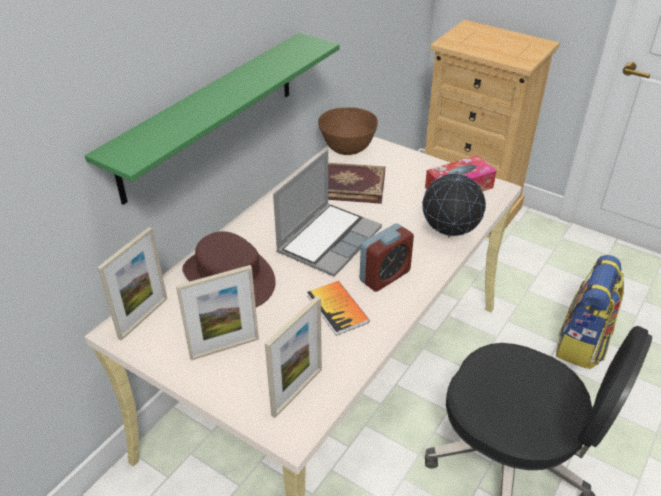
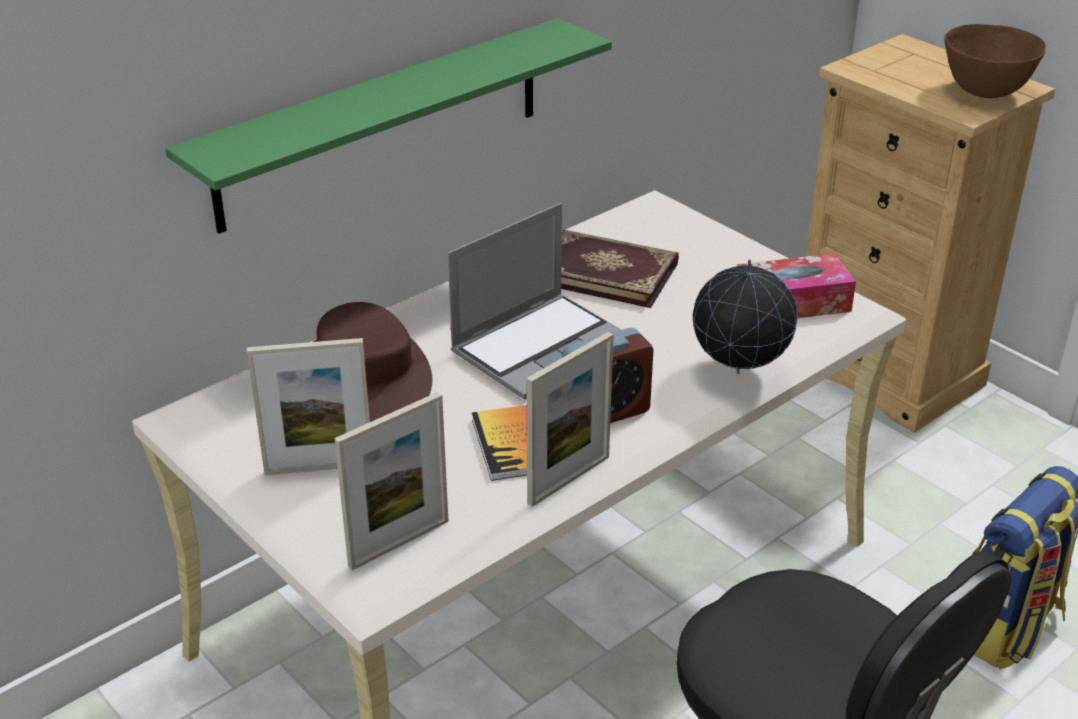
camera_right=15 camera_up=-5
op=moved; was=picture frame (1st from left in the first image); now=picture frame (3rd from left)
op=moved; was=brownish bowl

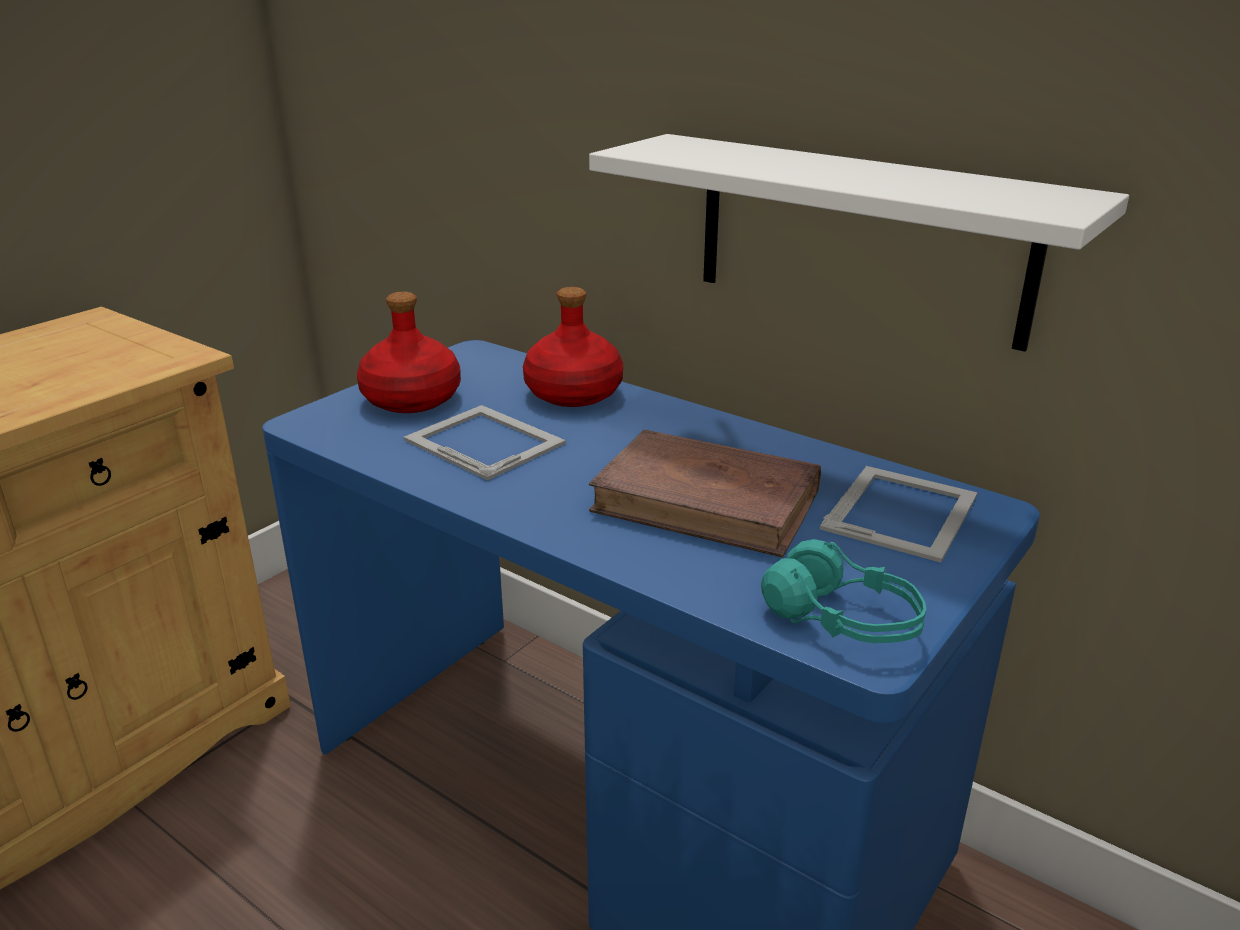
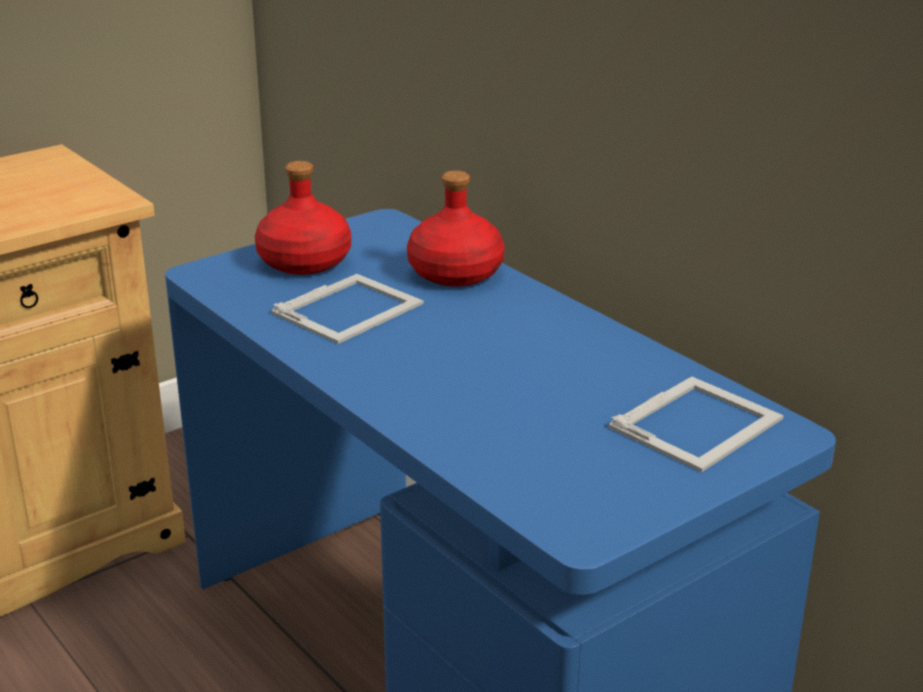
camera_right=15 camera_up=0
op=turned; was=picture frame (1st from left); clockwise=75
op=removed; was=white-coloured bracket shelf
op=removed; was=brownish volume
op=removed; was=blue-green pair of headphones

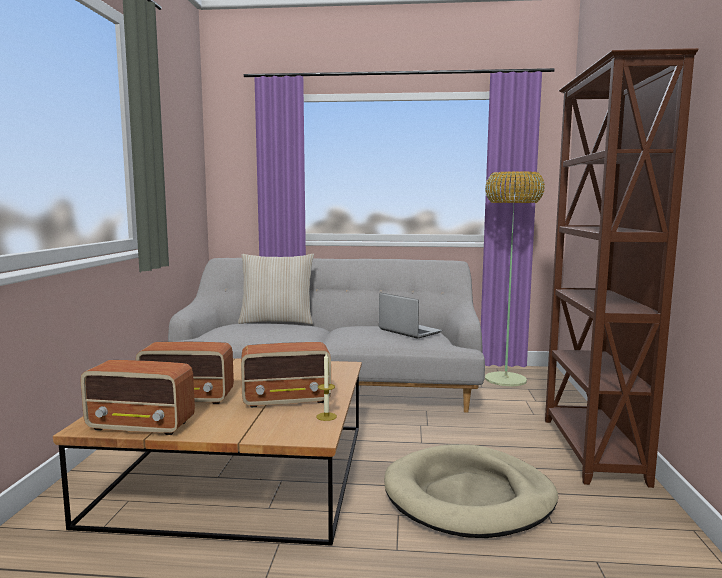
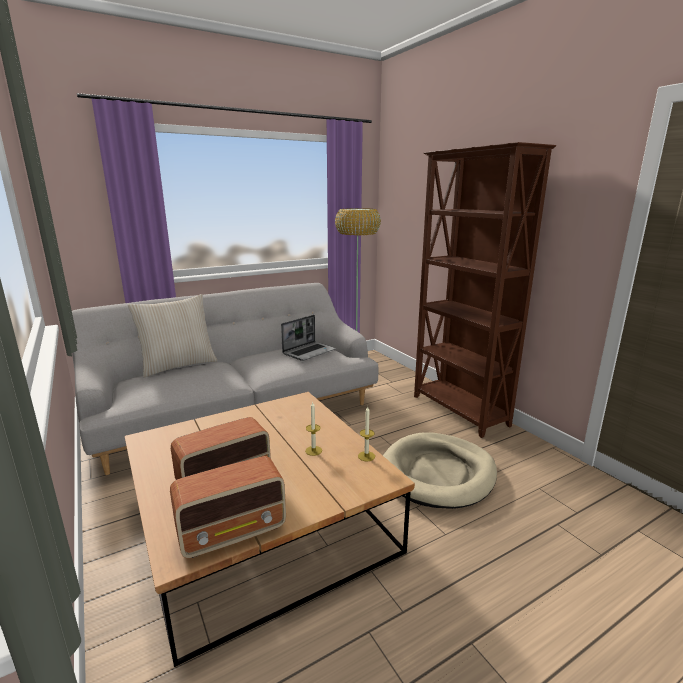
camera_right=-35 camera_up=10
op=replaced; was=radio receiver (3rd from left); now=wax candle (1st from left)
op=turned; was=portable computer; clockwise=120

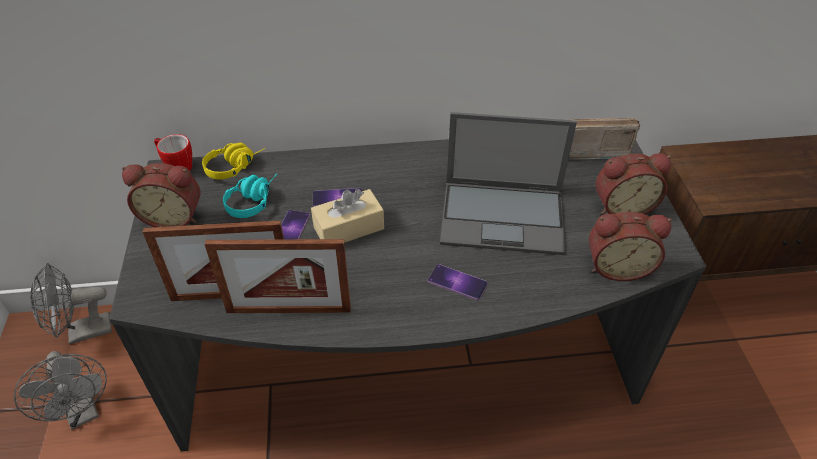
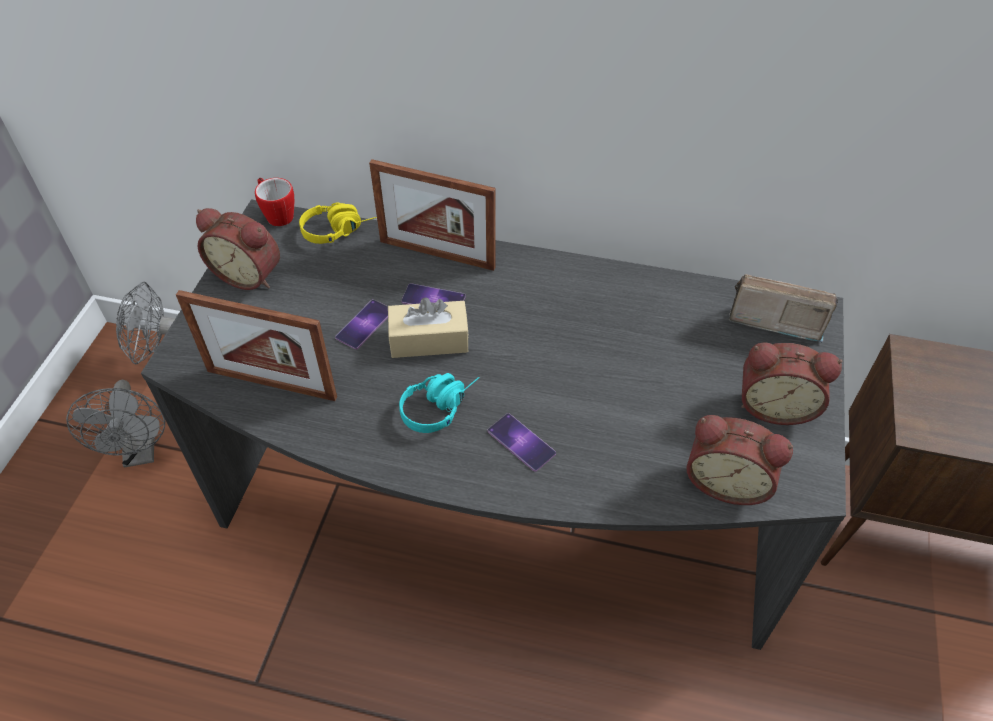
camera_right=20 camera_up=5
op=moved; was=picture frame (2nd from left)
op=moved; was=blue-green pair of headphones
op=removed; was=portable computer

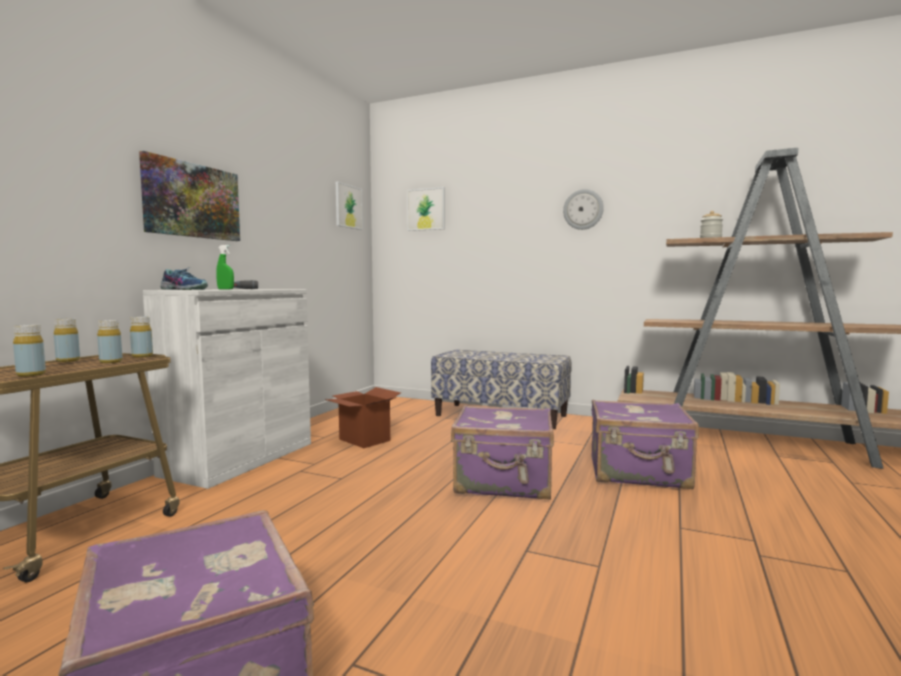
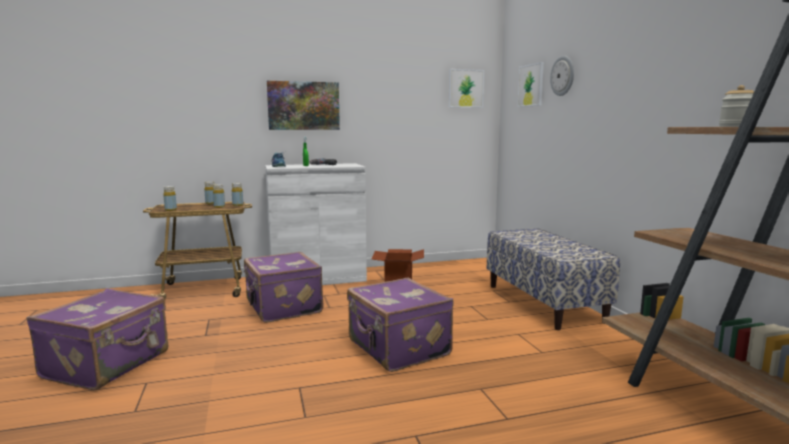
camera_right=50 camera_up=5
op=moved; was=hanging clock
op=moved; was=purple-coloured piece of luggage (3rd from left in the first image); now=purple-coloured piece of luggage (2nd from left)

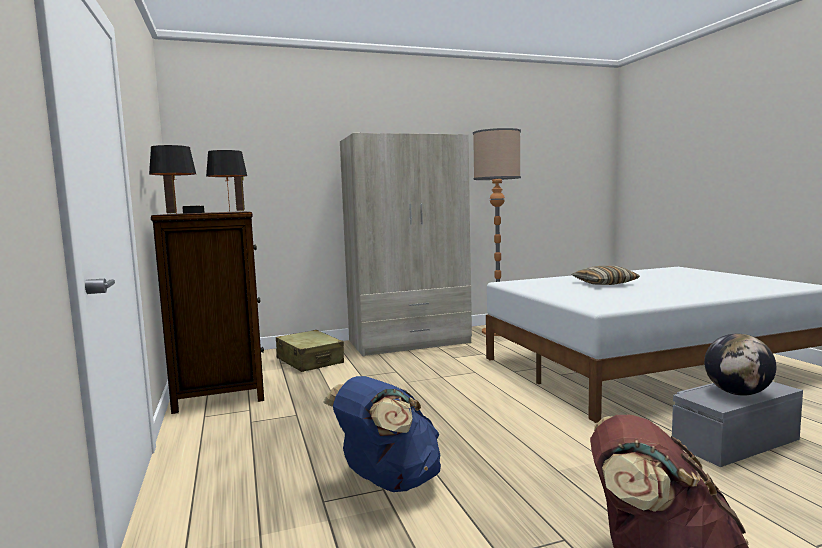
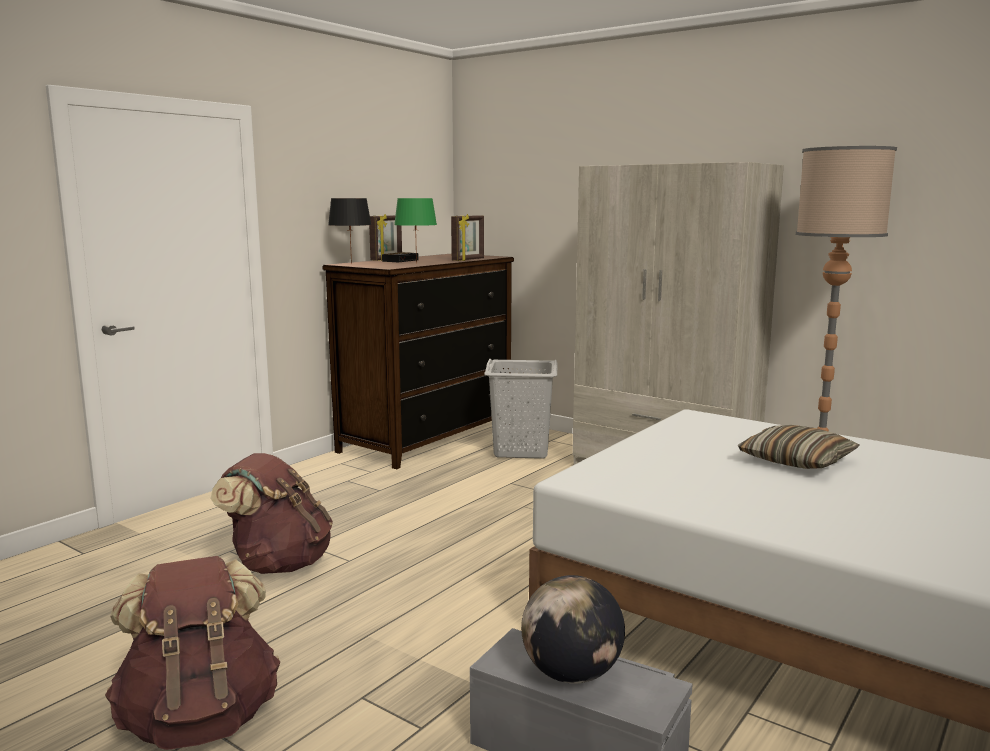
camera_right=55 camera_up=5
op=recoloured; was=black-coloured lamp for a table (2nd from left); now=green-coloured lamp for a table
op=replaced; was=beige-coloured piece of luggage; now=greyish laundry basket
op=recoloured; was=blue-coloured knapsack; now=brownish knapsack (2nd from left)

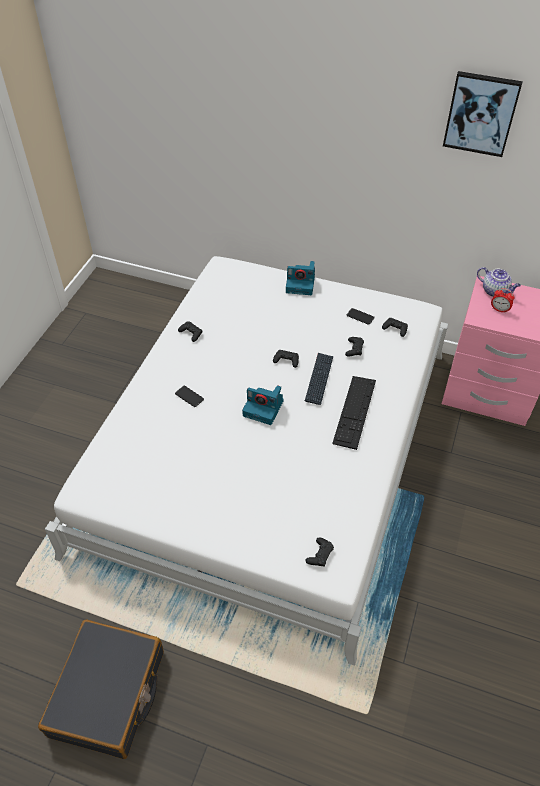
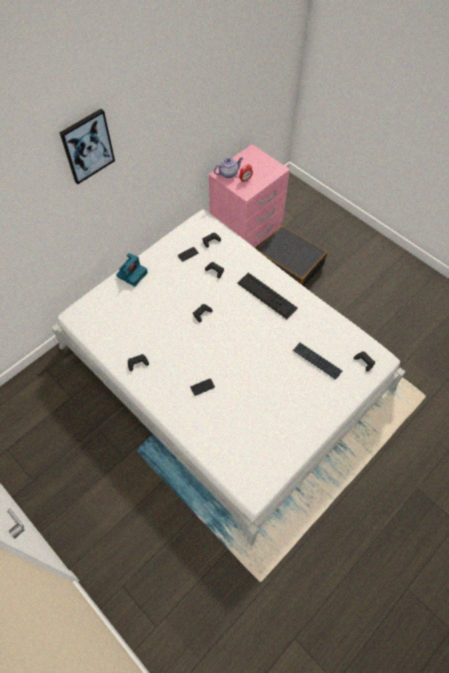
camera_right=-65 camera_up=10
op=moved; was=black-coloured piece of luggage
op=removed; was=photo camera (1st from left)
op=moved; was=PC keyboard (1st from left in the first image); now=PC keyboard (2nd from left)
op=moved; was=wall art

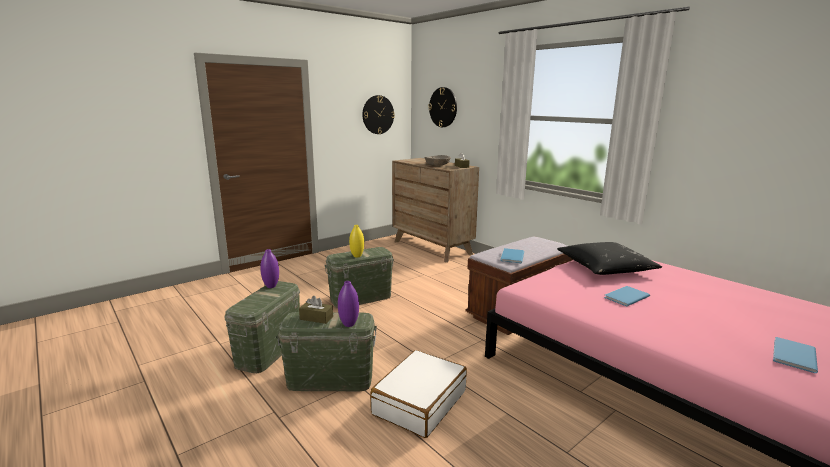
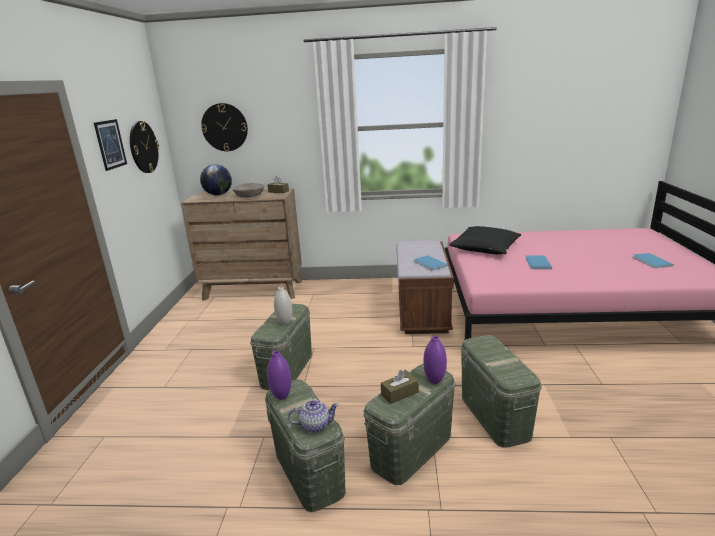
camera_right=-45 camera_up=5
op=recoloured; was=yellow vase; now=white-coloured vase
op=replaced; was=white-coloured piece of luggage; now=green-coloured storage box (4th from left)
op=added; now=wall art
op=added; now=desk globe
op=added; now=pot for tea

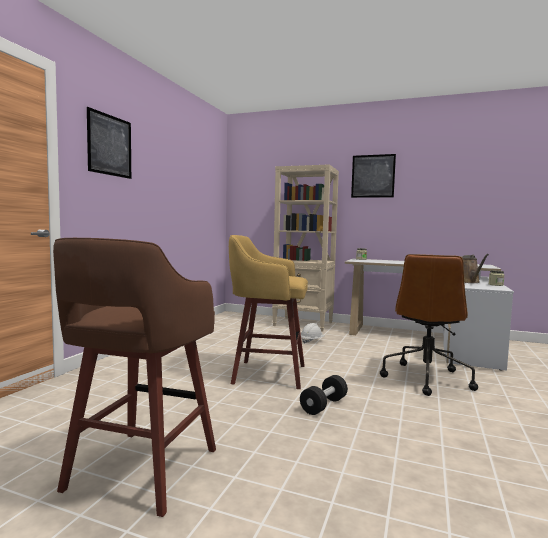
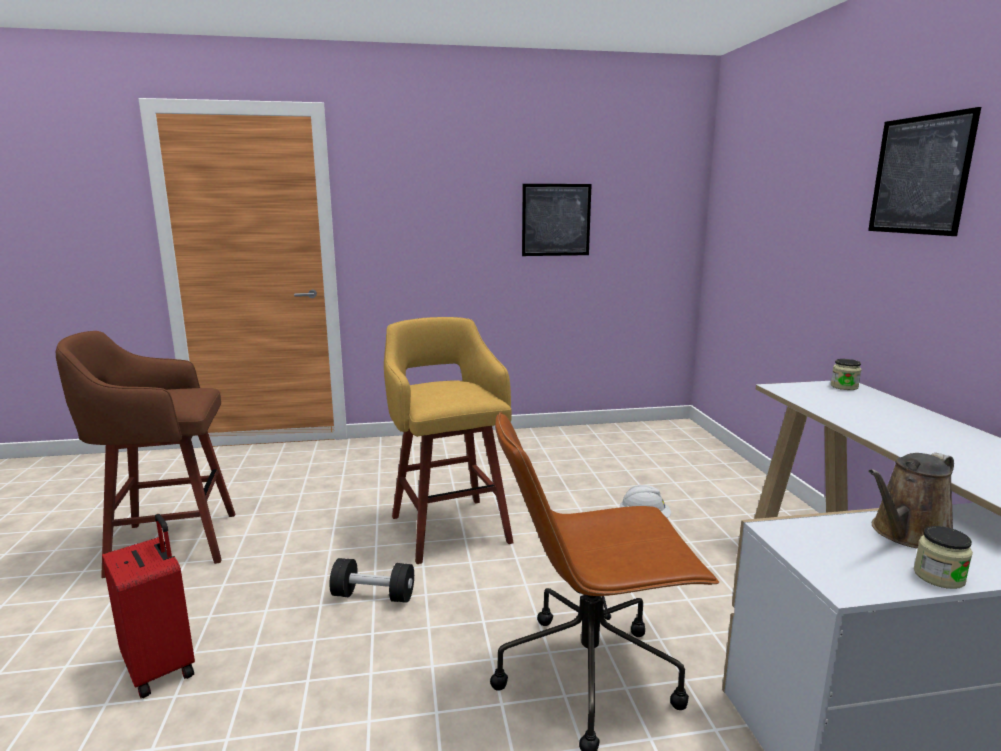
camera_right=60 camera_up=10
op=moved; was=wall art (1st from left)
op=removed; was=beige-coloured bookcase
op=added; now=reddish piece of luggage

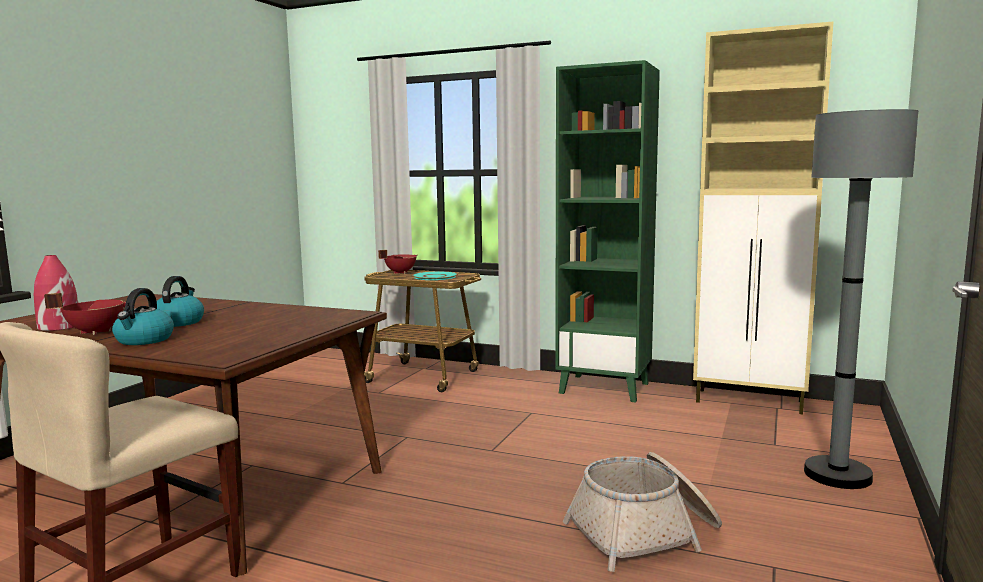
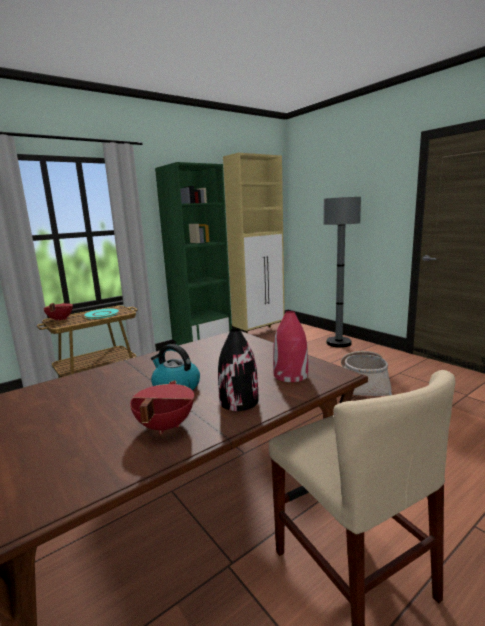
camera_right=-60 camera_up=5
op=moved; was=reddish vase
op=replaced; was=kettle (1st from left); now=black-coloured vase

